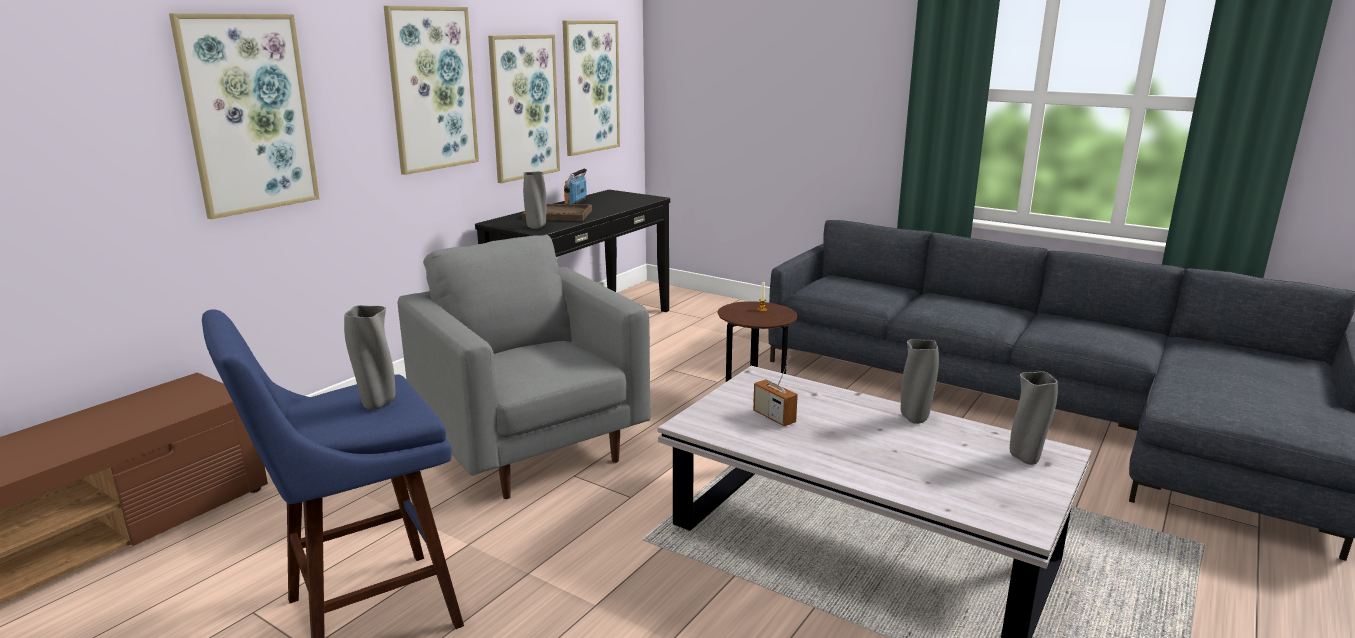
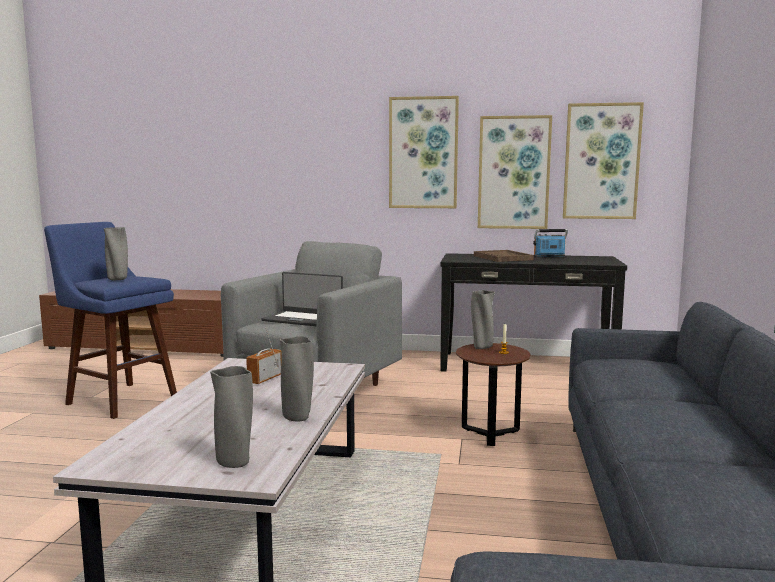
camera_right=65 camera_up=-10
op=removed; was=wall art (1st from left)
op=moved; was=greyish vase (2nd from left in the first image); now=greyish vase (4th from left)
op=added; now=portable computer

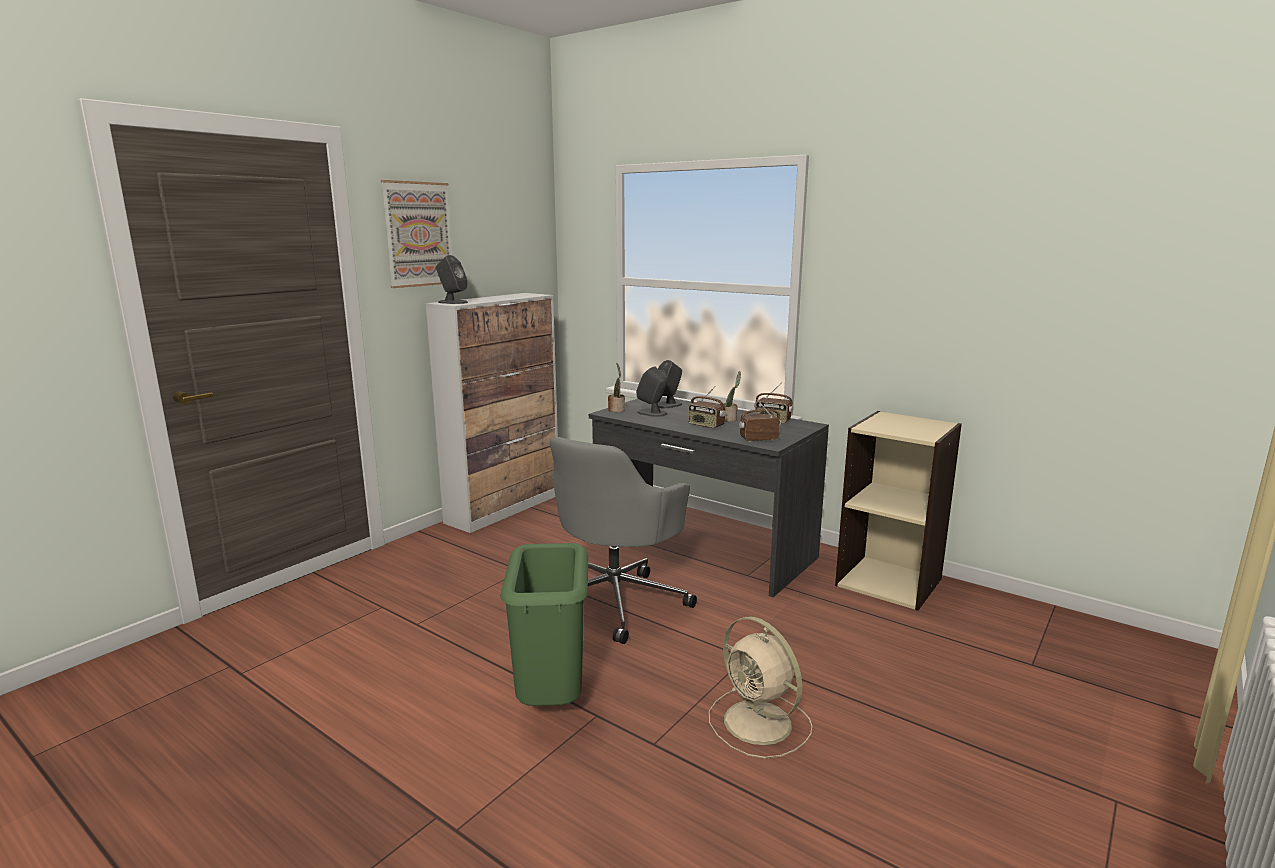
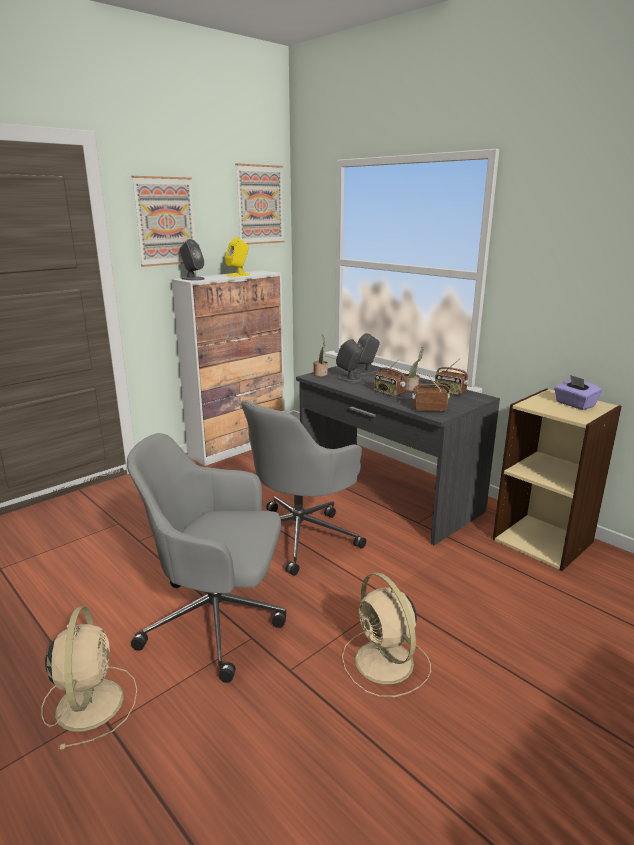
camera_right=10 camera_up=5
op=replaced; was=green-coloured rubbish bin; now=greyish computer chair (1st from left)
op=added; now=beige-coloured electric fan (1st from left)
op=added; now=yellow speaker
op=added; now=wall art (2nd from left)
op=added; now=purple-coloured tissue box

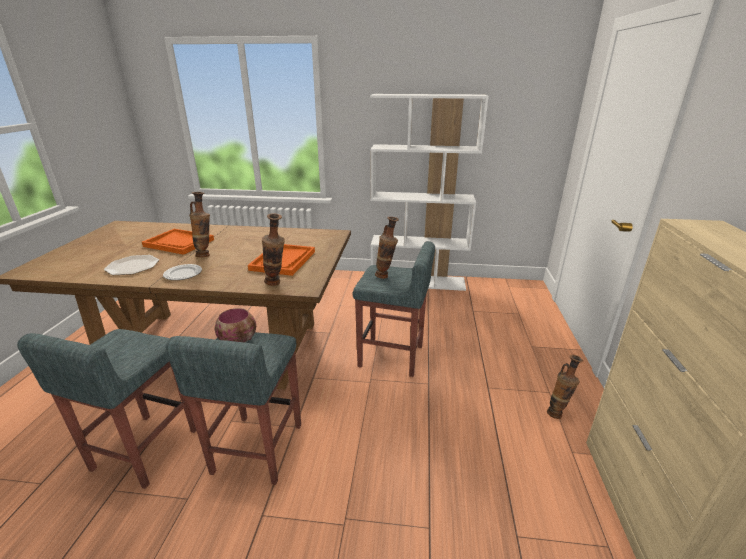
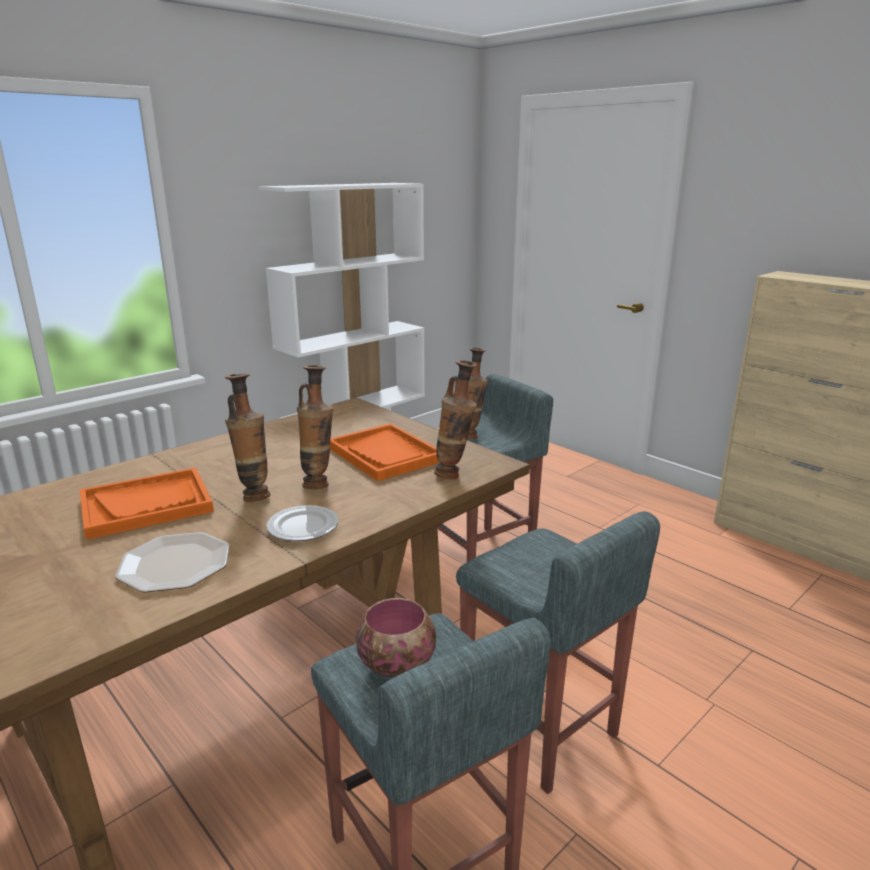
camera_right=-50 camera_up=-5
op=moved; was=bowl
op=moved; was=vase (4th from left in the first image); now=vase (2nd from left)

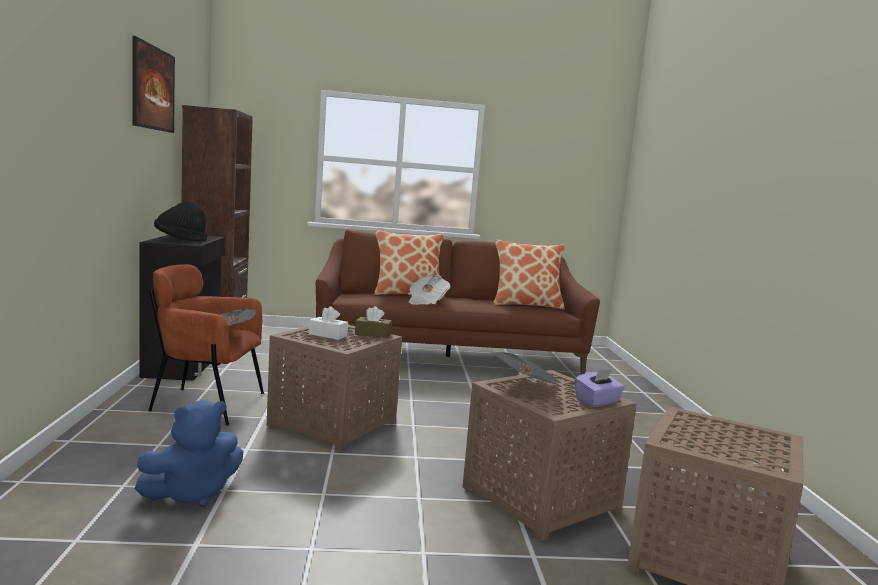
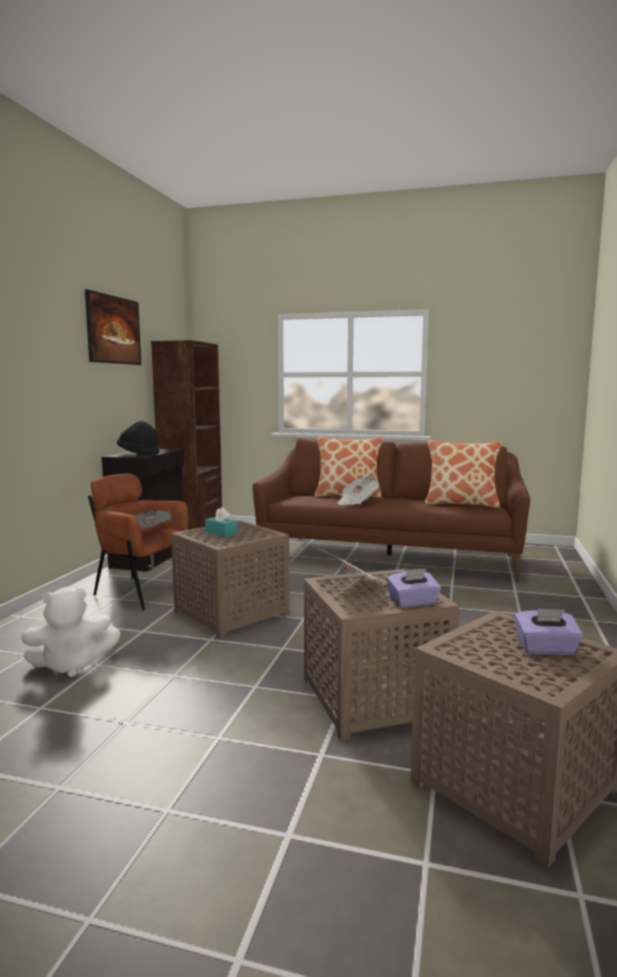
camera_right=20 camera_up=0
op=recoloured; was=blue-coloured plush toy; now=white-coloured plush toy
op=recoloured; was=white-coloured tissue box; now=blue-green tissue box
op=removed; was=brownish tissue box
op=added; now=purple-coloured tissue box (2nd from left)

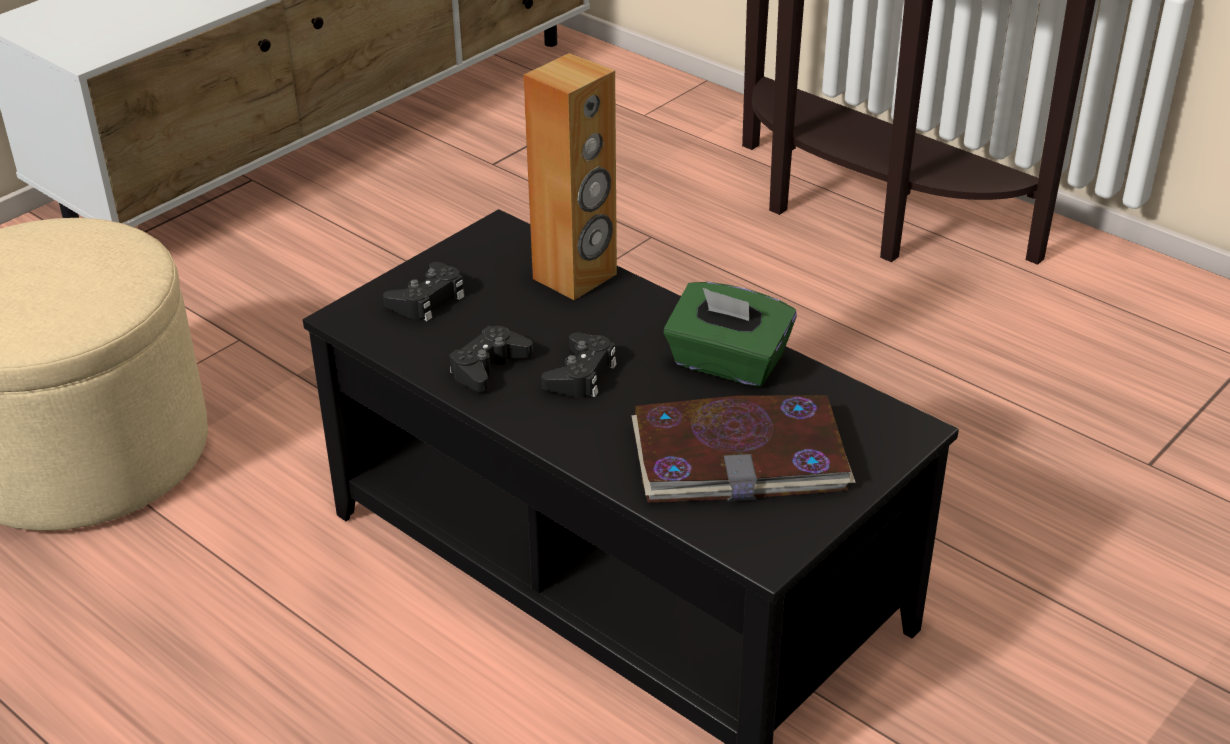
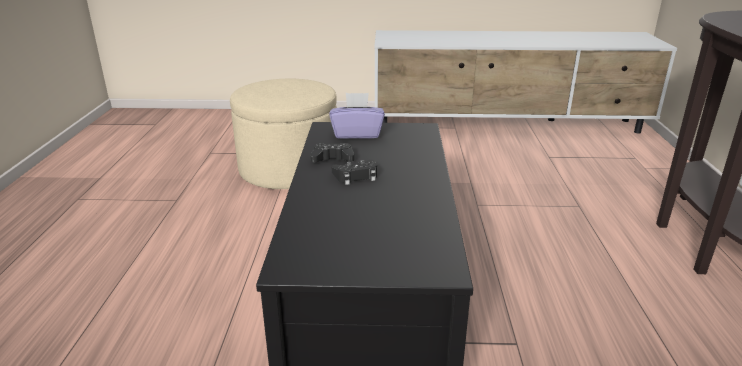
camera_right=50 camera_up=-10
op=replaced; was=black-coloured game controller (1st from left); now=purple-coloured tissue box
op=removed; was=brownish speaker
op=removed; was=volume
op=removed; was=green-coloured tissue box

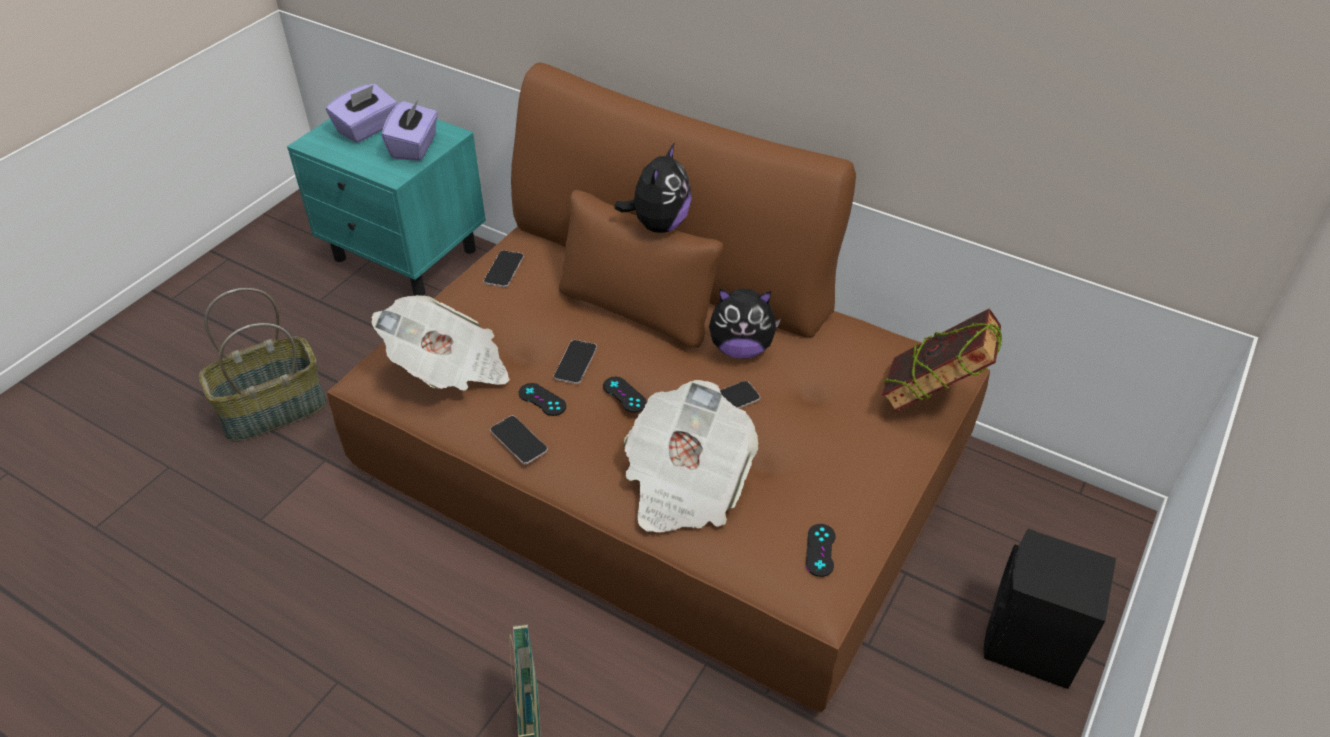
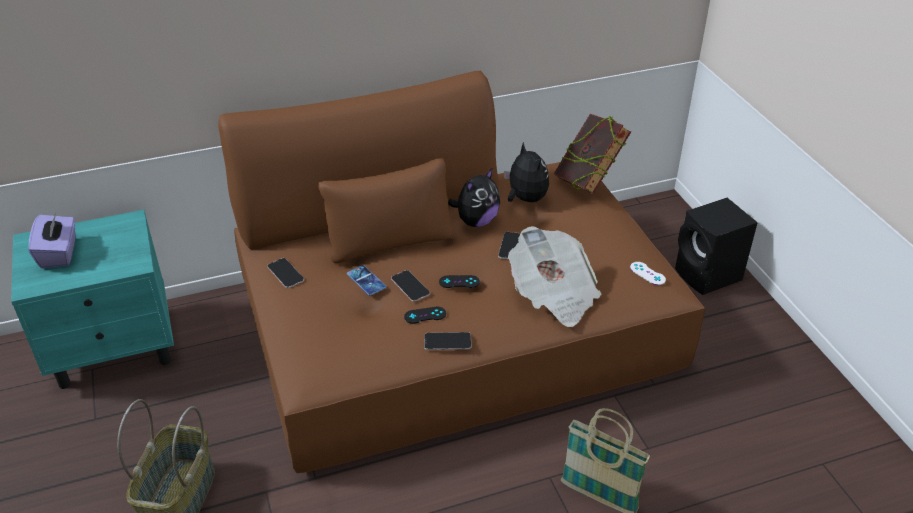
camera_right=-50 camera_up=-5
op=removed; was=daily paper (1st from left)
op=removed; was=purple-coloured tissue box (2nd from left)
op=moved; was=plush toy (1st from left in the first image); now=plush toy (2nd from left)
op=recoloured; was=black-coloured game controller (3rd from left); now=white-coloured game controller
op=added; now=handset (2nd from left)

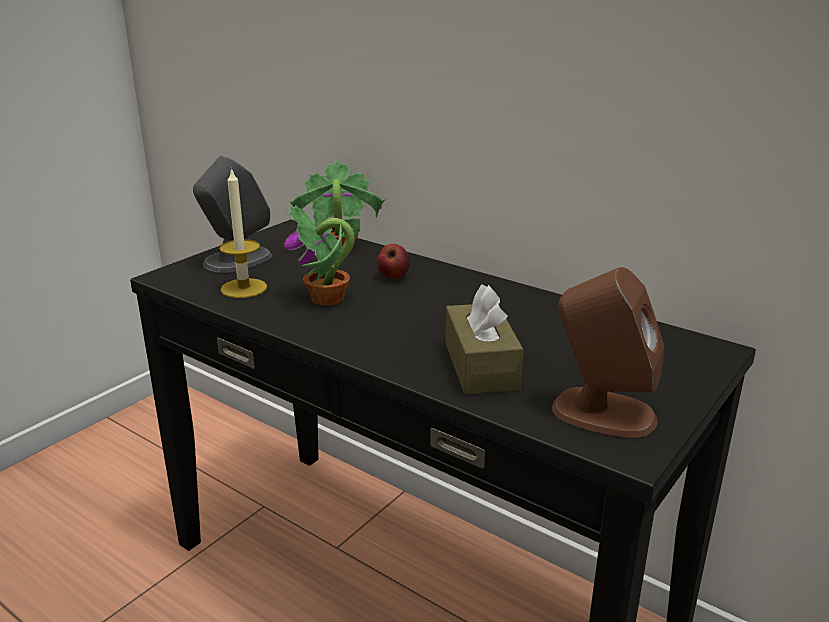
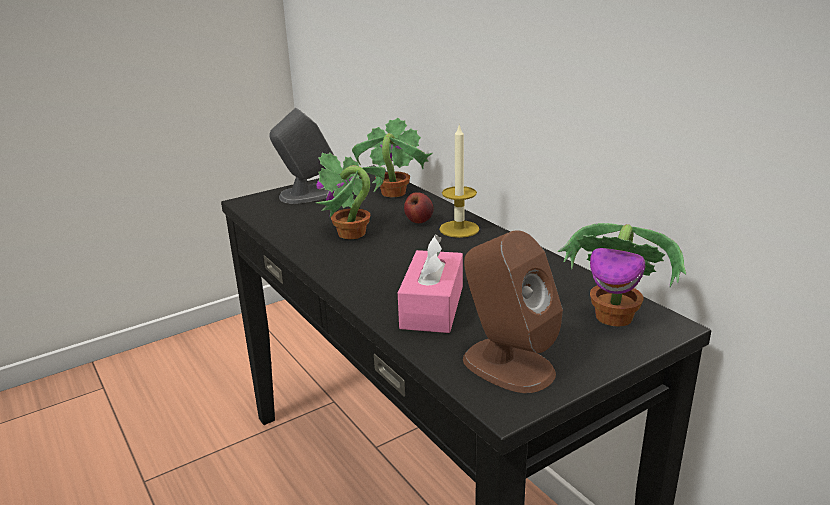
camera_right=20 camera_up=0
op=moved; was=wax candle
op=recoloured; was=brownish tissue box; now=pink-coloured tissue box
op=added; now=potted plant (3rd from left)

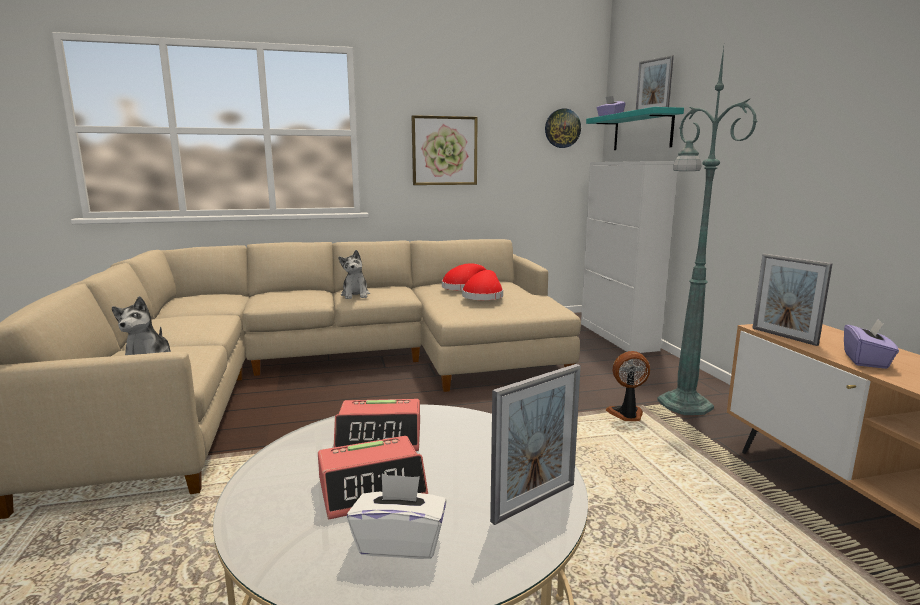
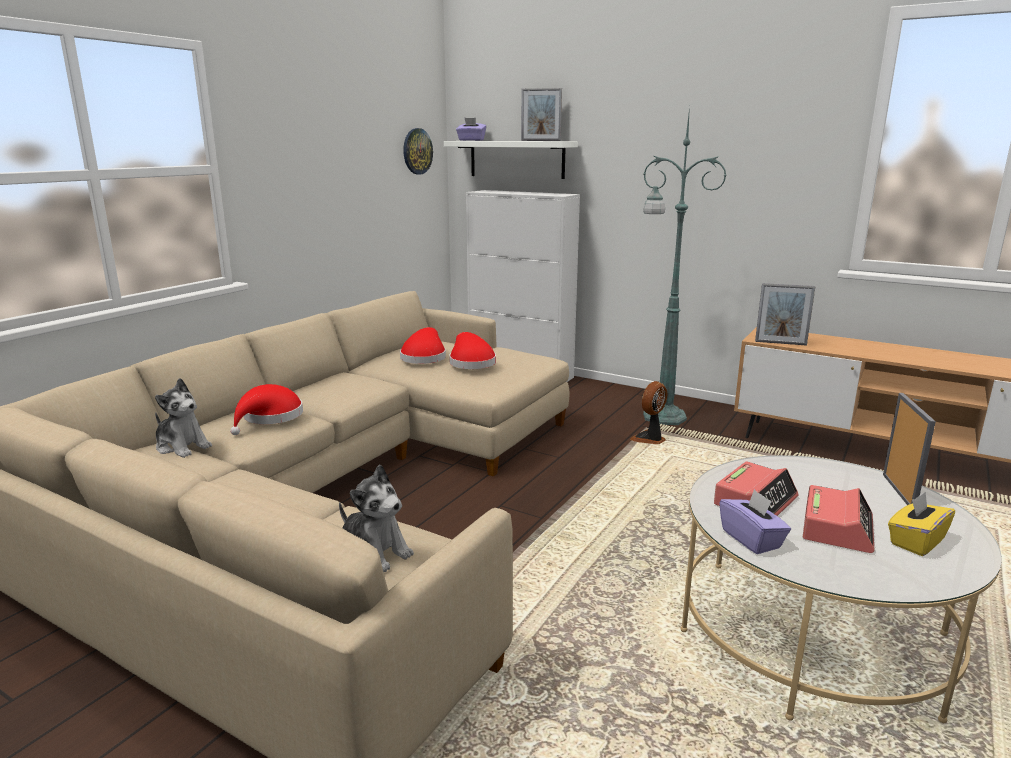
camera_right=-45 camera_up=5
op=moved; was=plush toy (2nd from left in the first image); now=plush toy (1st from left)
op=recoloured; was=white-coloured tissue box; now=yellow tissue box
op=removed; was=wall art
op=recoloured; was=blue-green bracket shelf; now=white-coloured bracket shelf
op=moved; was=purple-coloured tissue box (2nd from left)
op=added; now=reddish hat (1st from left)

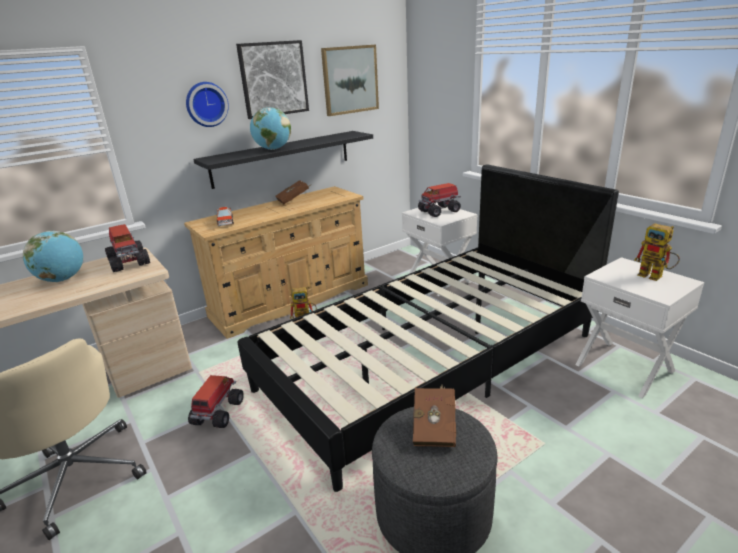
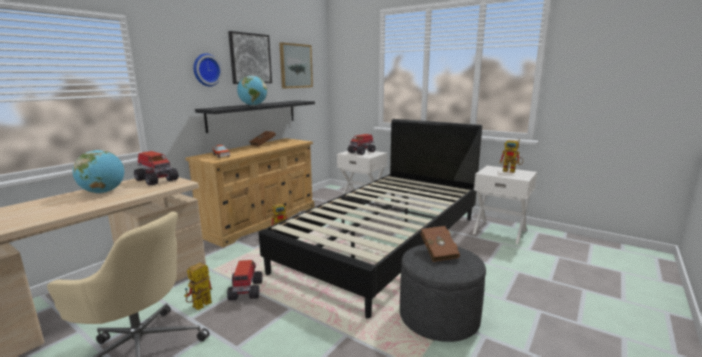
camera_right=-20 camera_up=-10
op=added; now=model robot (1st from left)

